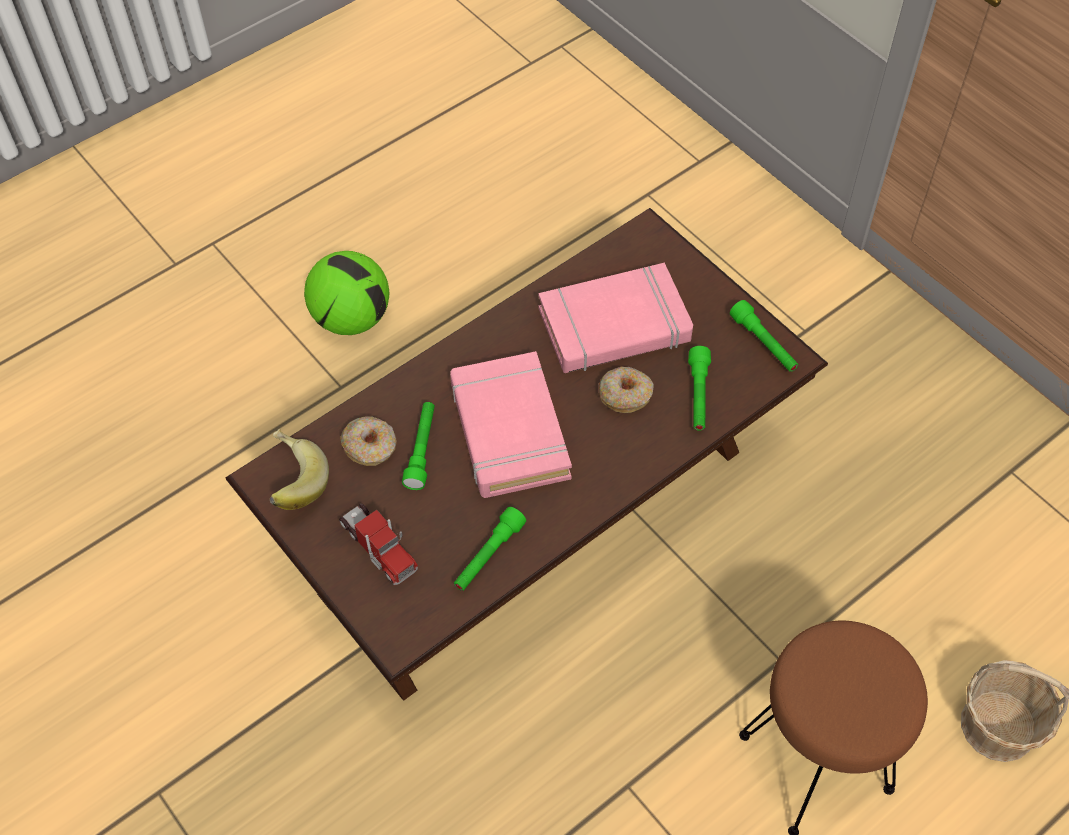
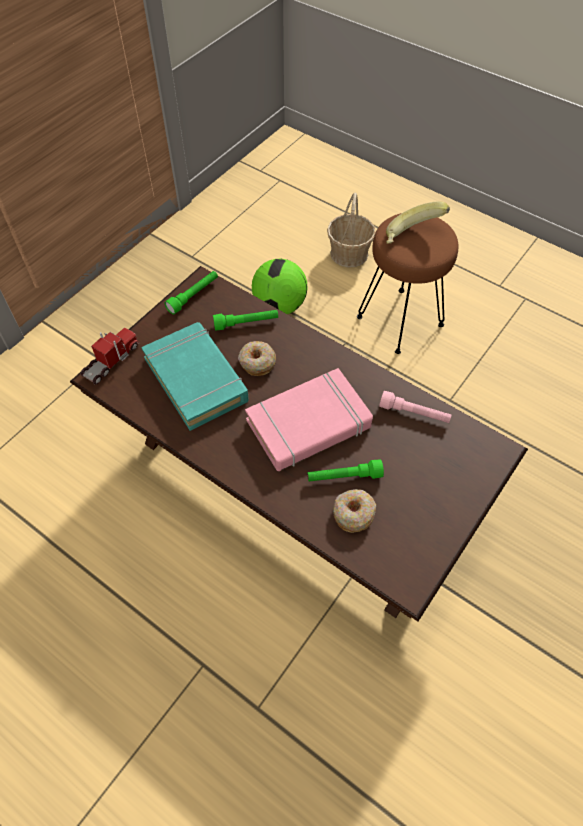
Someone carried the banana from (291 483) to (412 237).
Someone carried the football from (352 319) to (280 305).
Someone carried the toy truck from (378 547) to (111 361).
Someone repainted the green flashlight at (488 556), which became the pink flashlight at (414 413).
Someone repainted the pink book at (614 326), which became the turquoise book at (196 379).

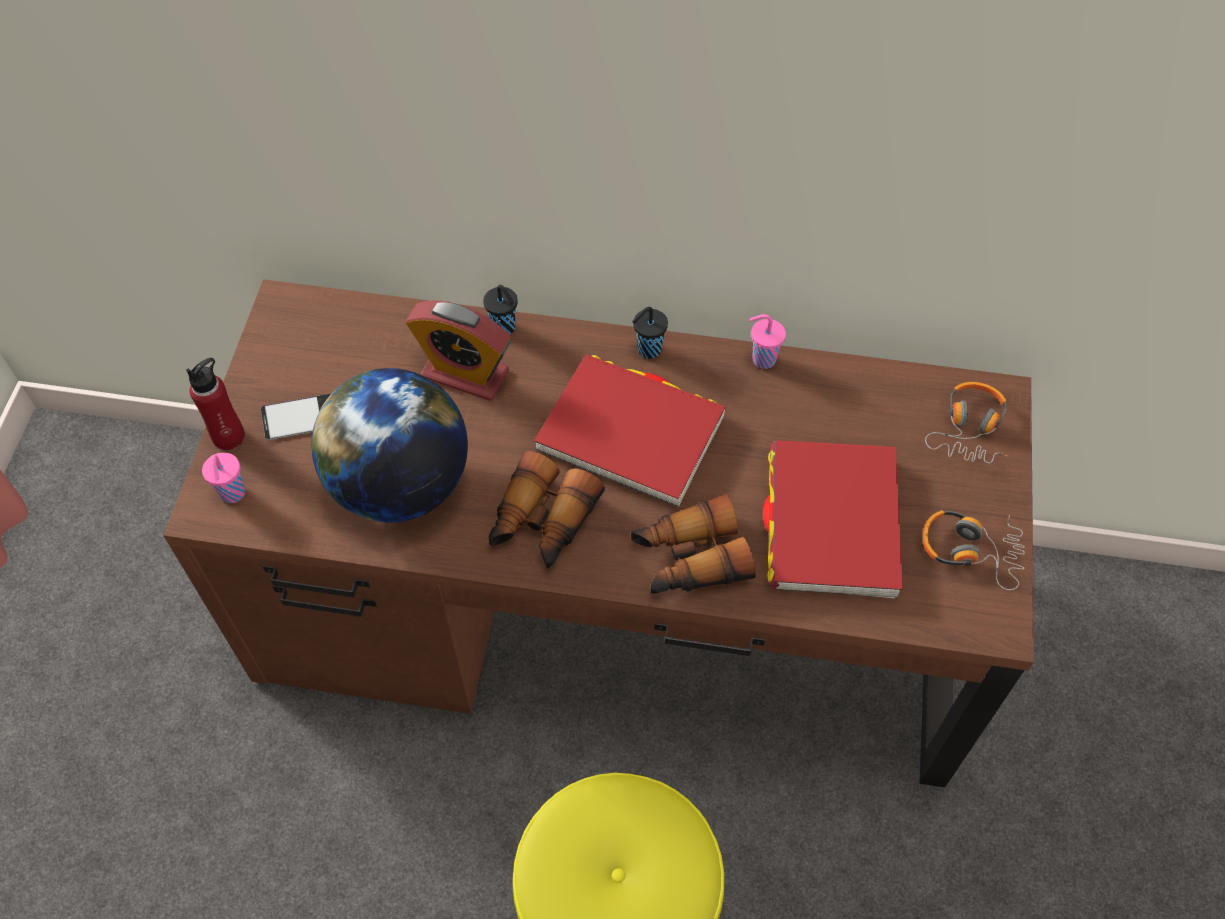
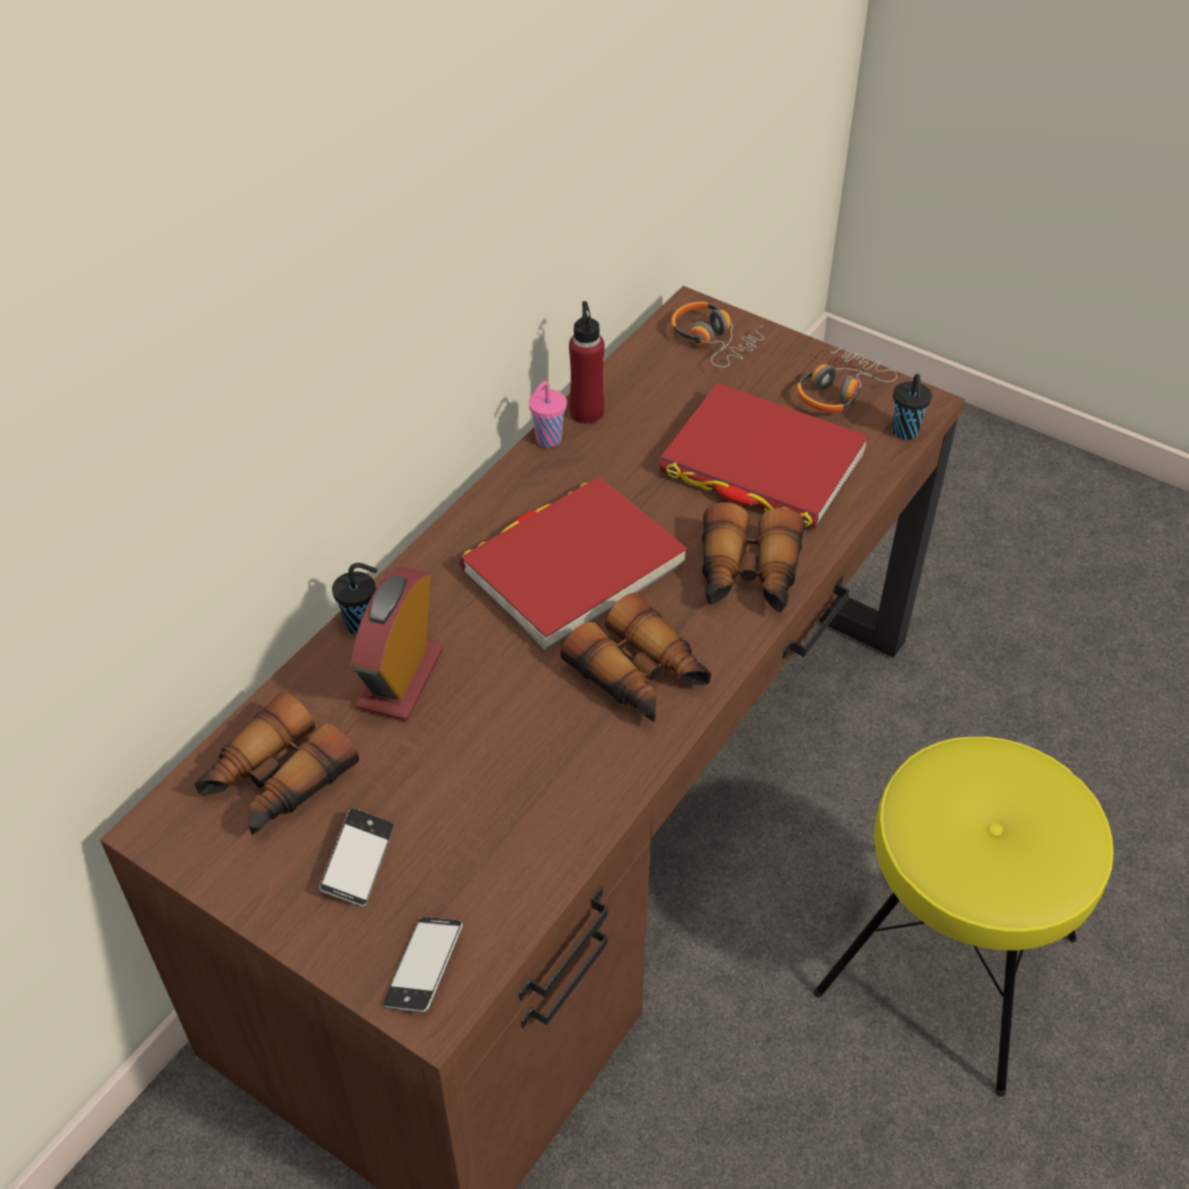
Someone carried the red bottle from (229 436) to (587 412).
Someone swapped the pink cup at (232 494) for the phone at (424 968).
Someone took away the globe at (400 485).
Someone rotated the alarm clock at (465 374) by 150 degrees clockwise.
Someone carried the black cup from (647 350) to (905 433).
Someone put down the binoculars at (276 782).

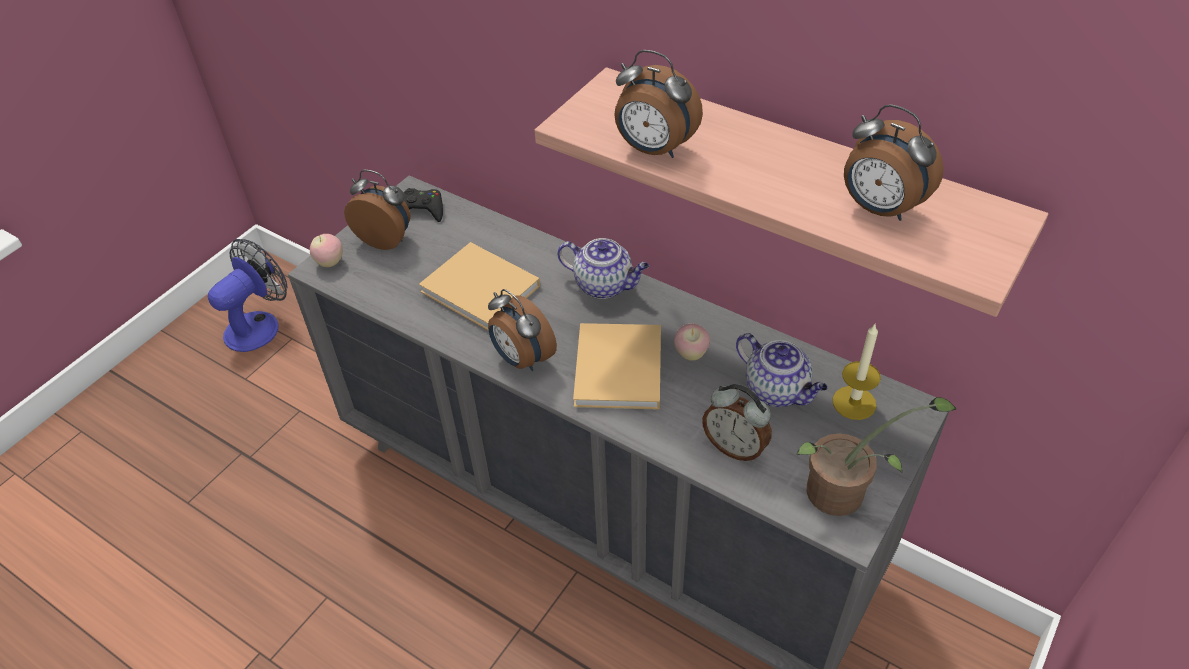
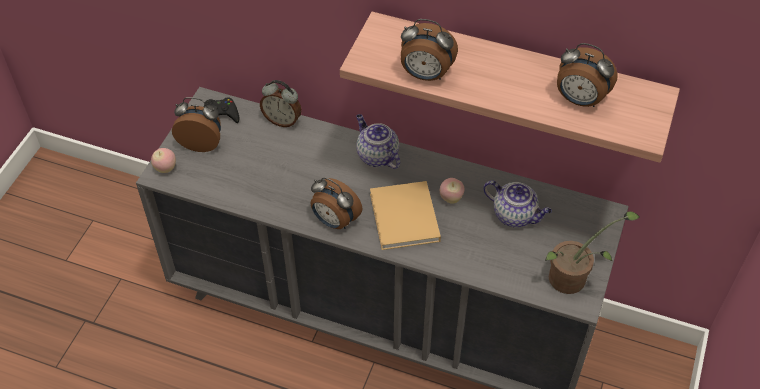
Someone took away the fan at (259 325).
Someone took away the beige book at (482 290).
Someone rotated the teapot at (604 285) by 135 degrees counterclockwise.
Someone carried the alarm clock from (735 447) to (282 120).
Someone took away the candle at (854 403).

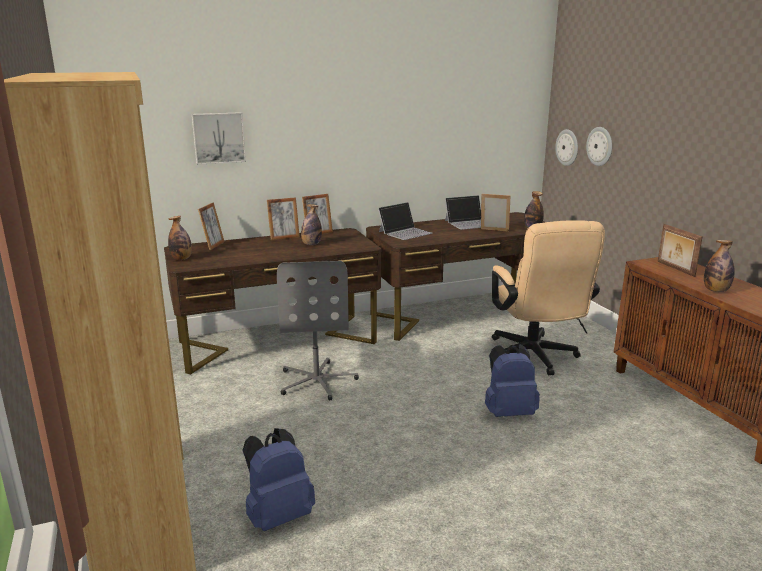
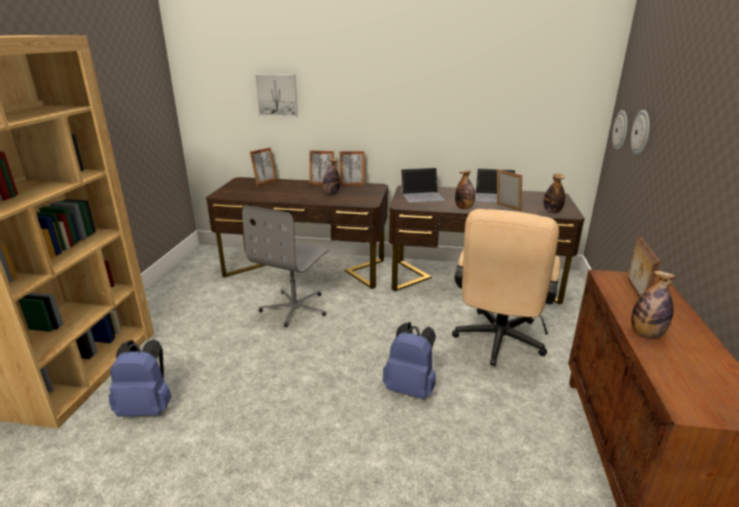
Someone carried the bottle from (181 259) to (464 208).

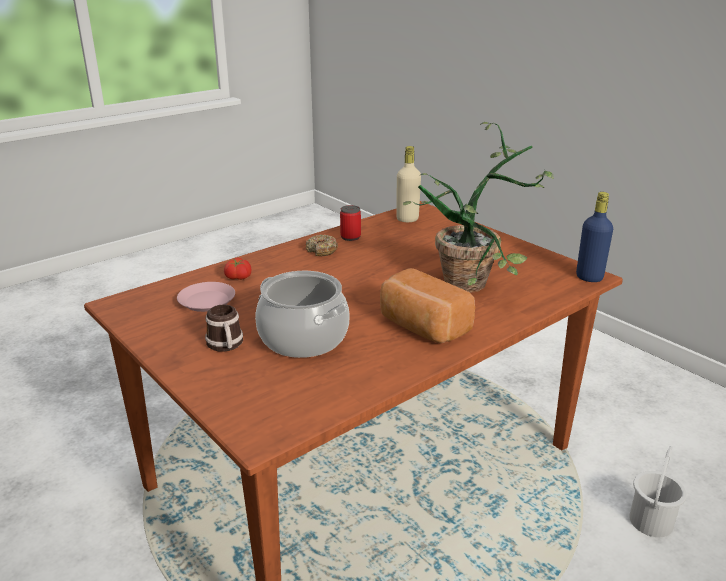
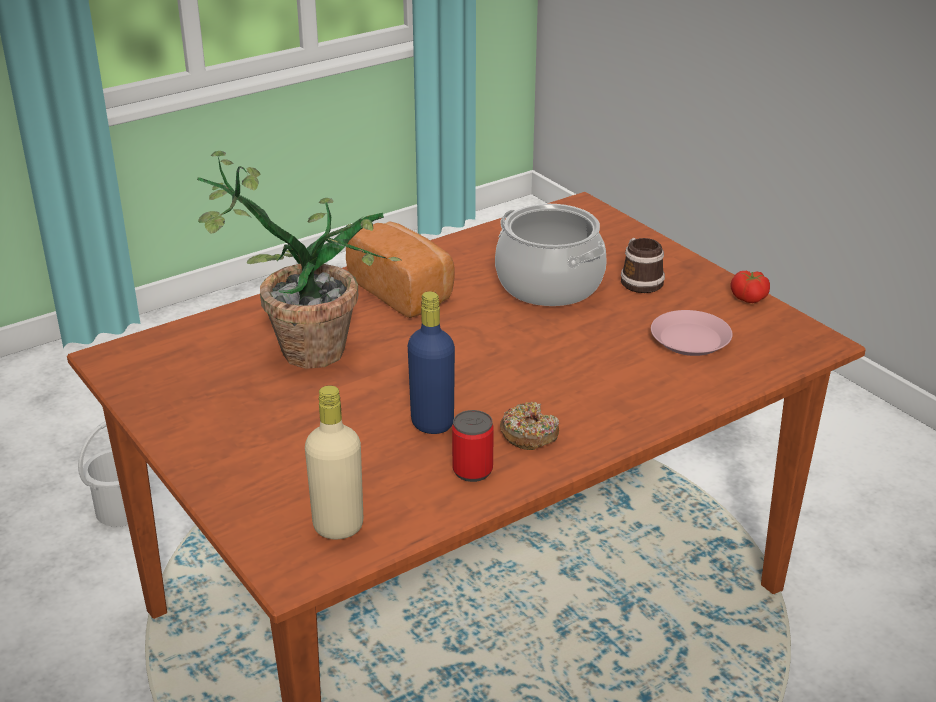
Someone carried the tomato from (238 277) to (750 298).
Someone carried the blue bottle from (589 277) to (432 423).

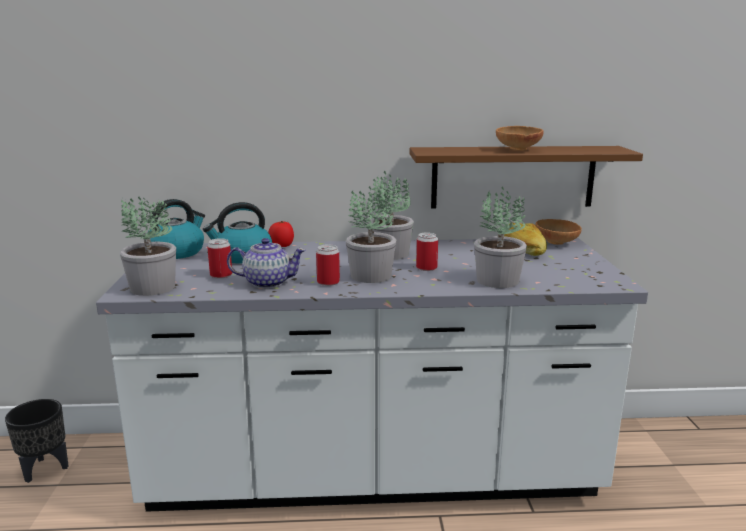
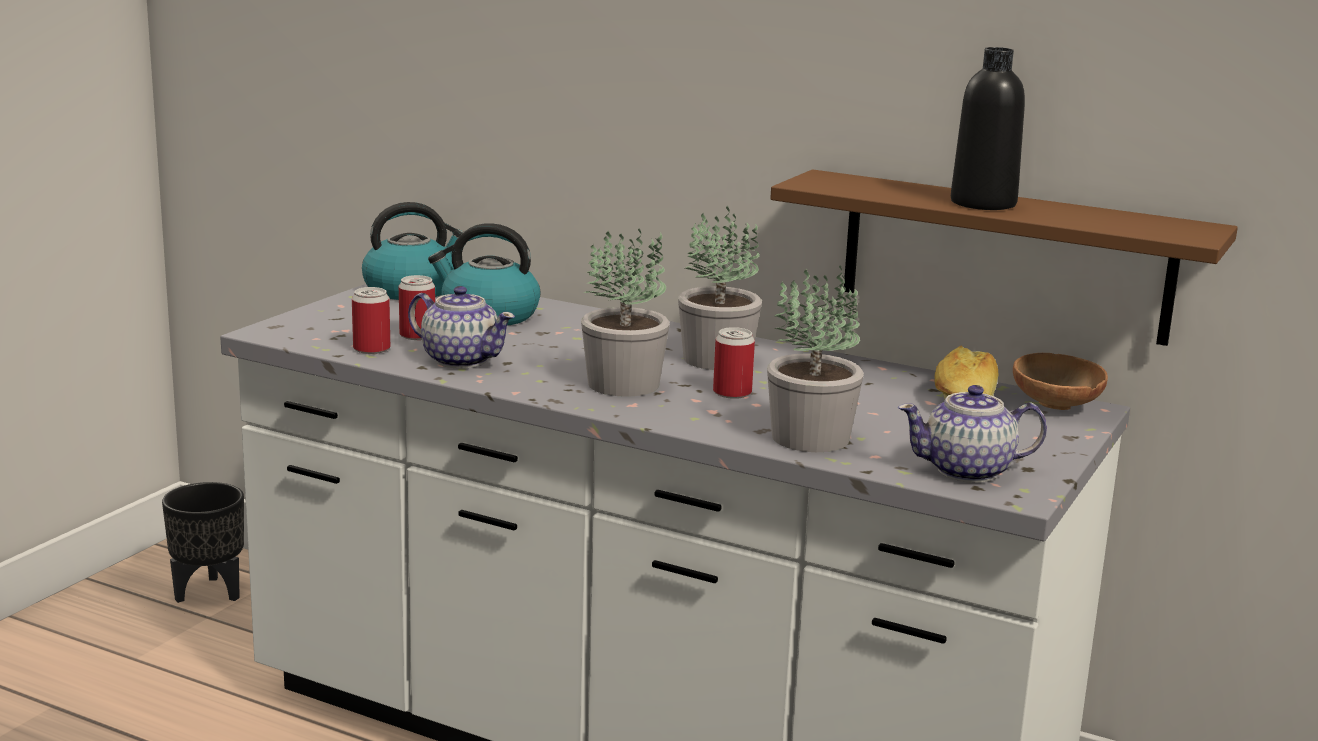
Someone took away the potted plant at (152 288).
Someone took away the tomato at (282 246).
Someone carried the can from (328 282) to (371 349).
Someone swapped the brown bowl at (517 150) for the black bottle at (983 203).
Someone put down the teapot at (968 471).

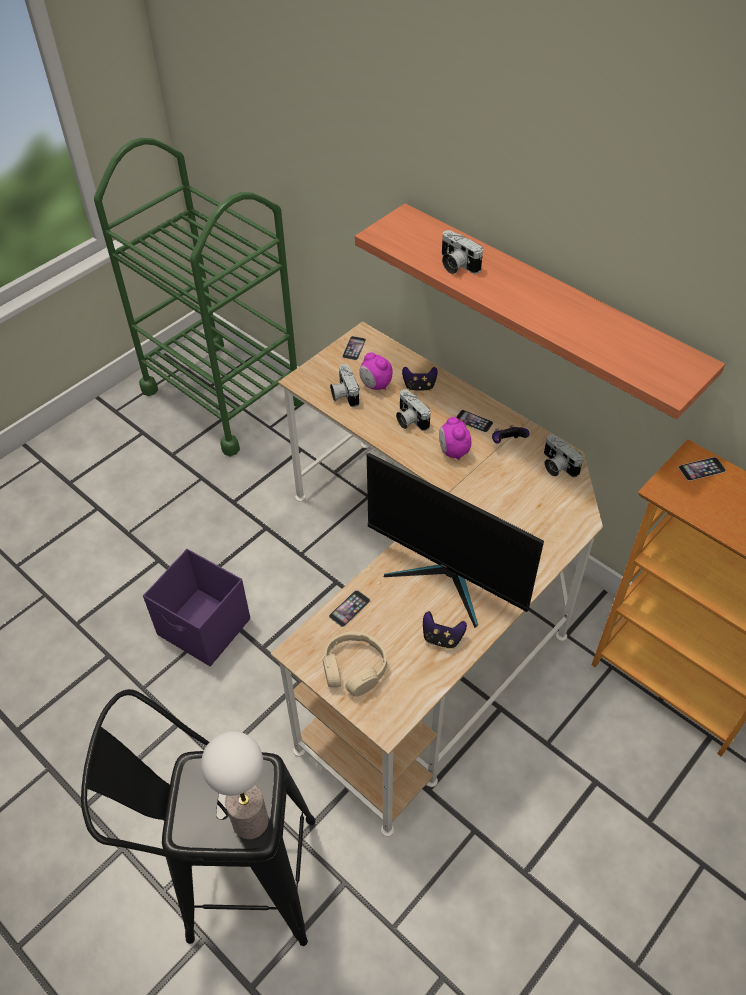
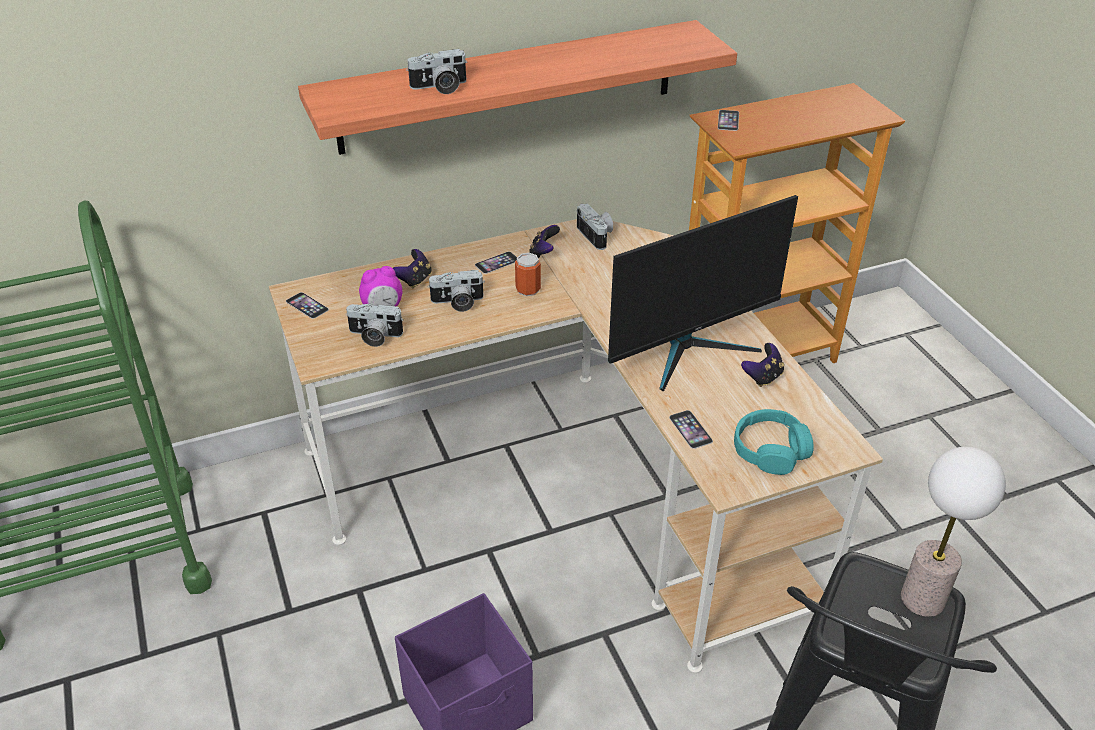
Someone repainted the beige headphones at (354 668), which became the turquoise headphones at (770 450).
Someone swapped the alarm clock at (453 451) for the can at (528 289).
Someone rotated the photo camera at (556 466) by 105 degrees counterclockwise.

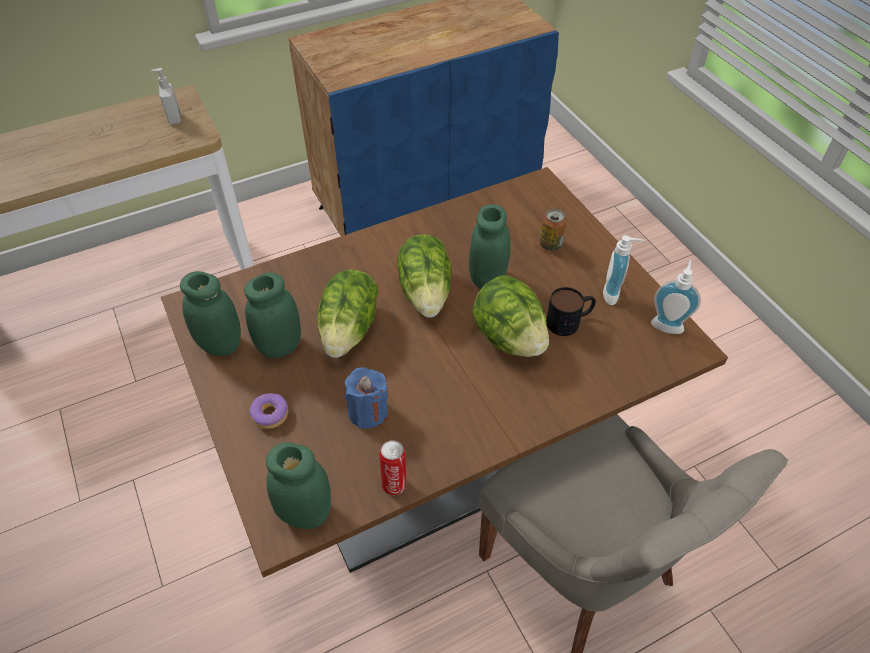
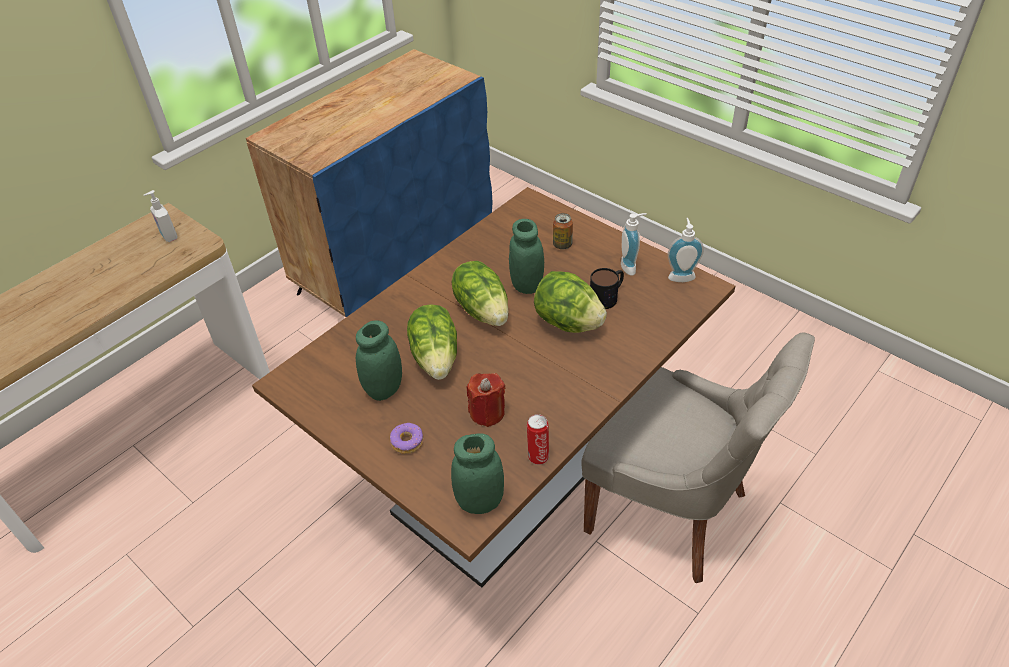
Someone took away the green jar at (220 344).
Someone repainted the blue candle at (368 412), which became the red candle at (487 412).

